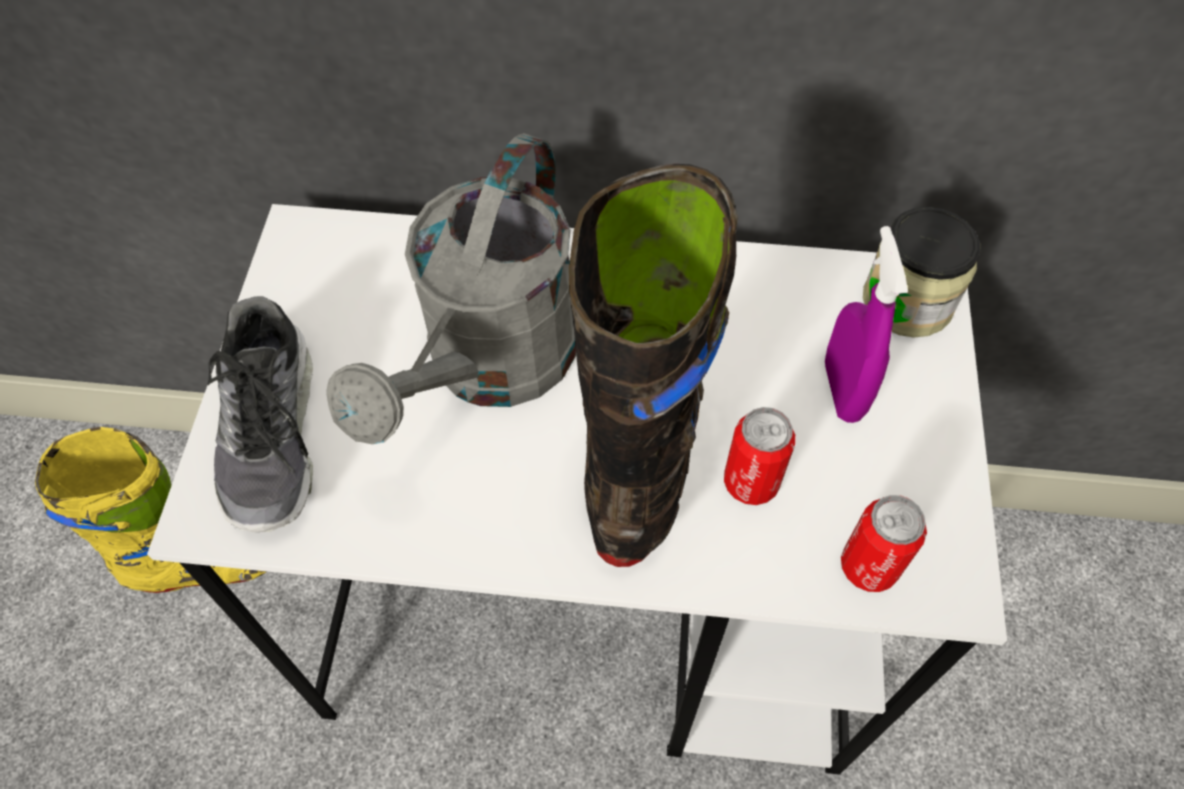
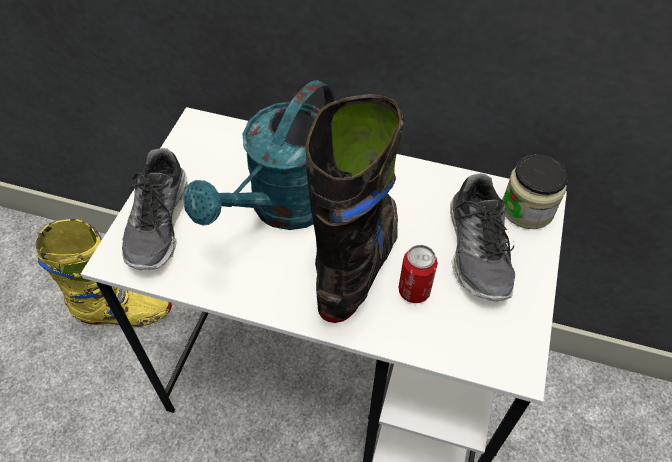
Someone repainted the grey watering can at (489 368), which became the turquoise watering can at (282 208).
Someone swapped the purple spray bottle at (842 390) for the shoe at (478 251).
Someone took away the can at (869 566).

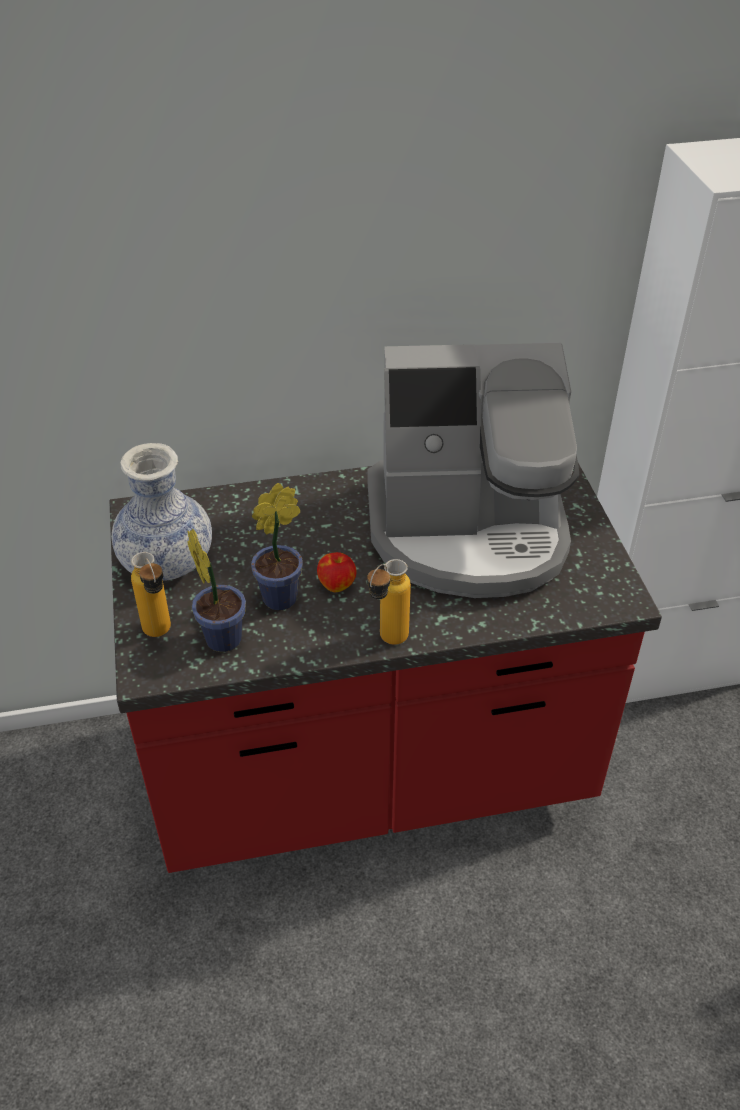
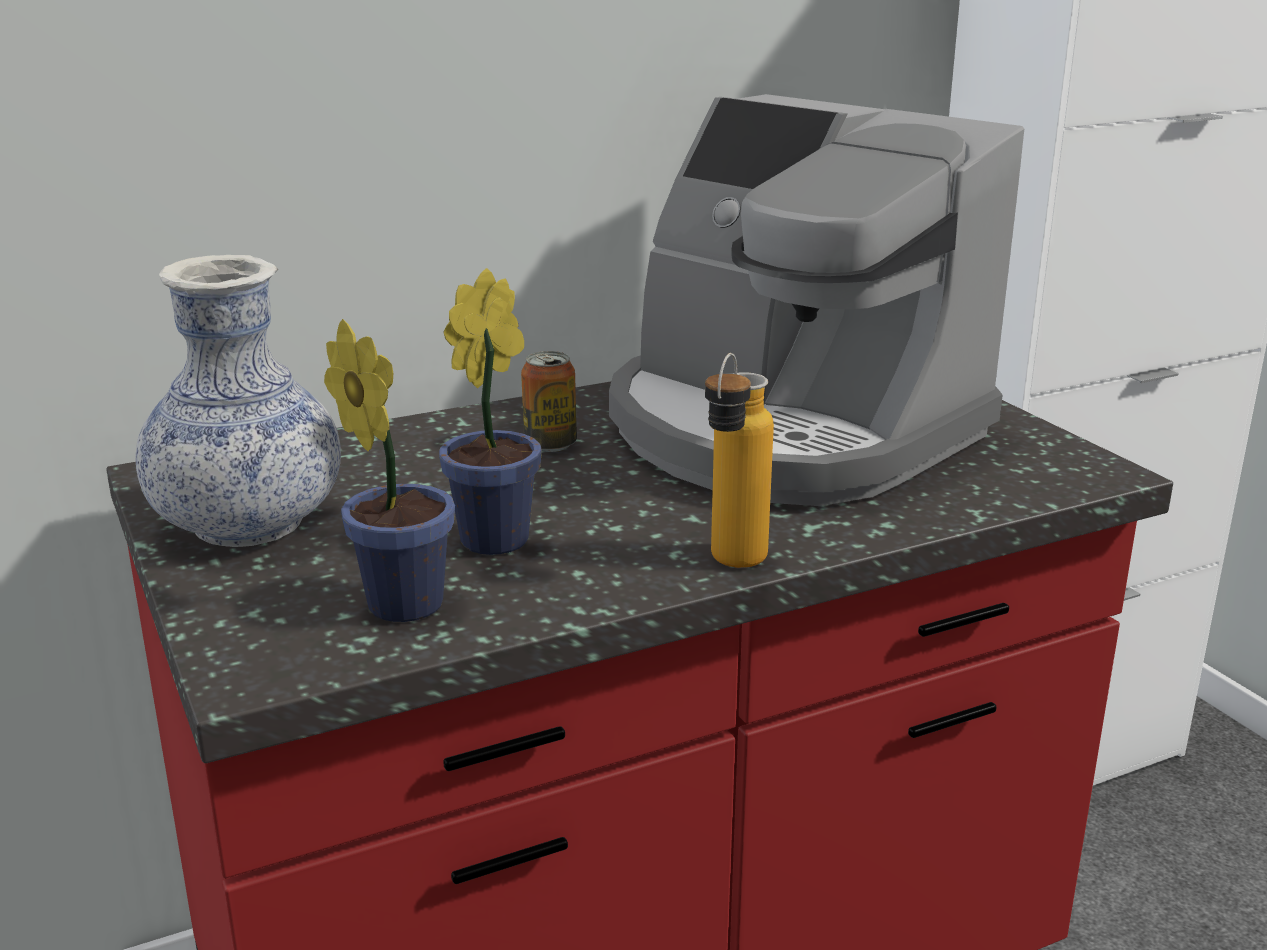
Someone took away the bottle at (160 636).
Someone took away the apple at (337 584).
Someone rotated the coffee machine at (468 531) by 60 degrees clockwise.
Someone put down the can at (550 444).

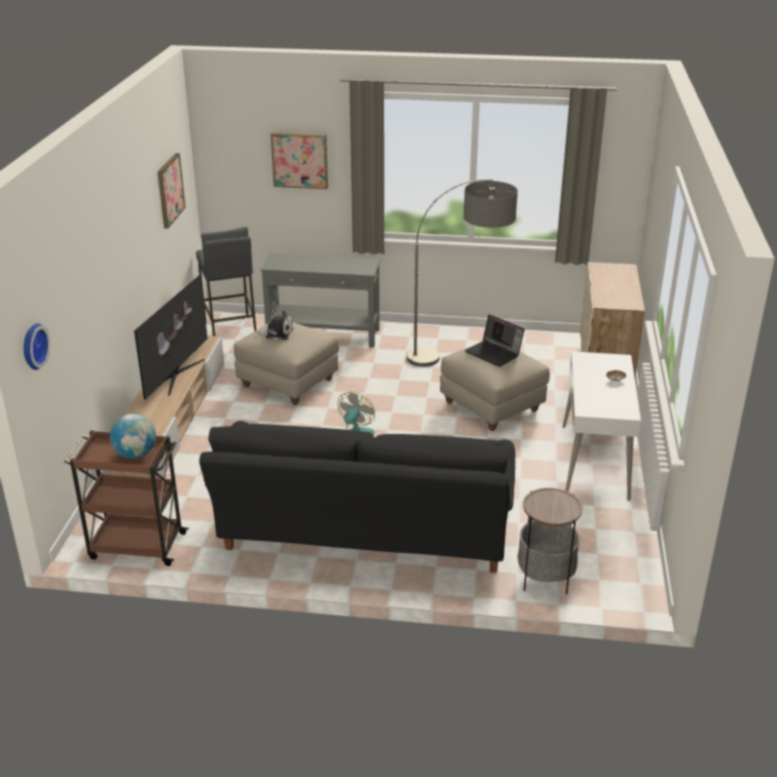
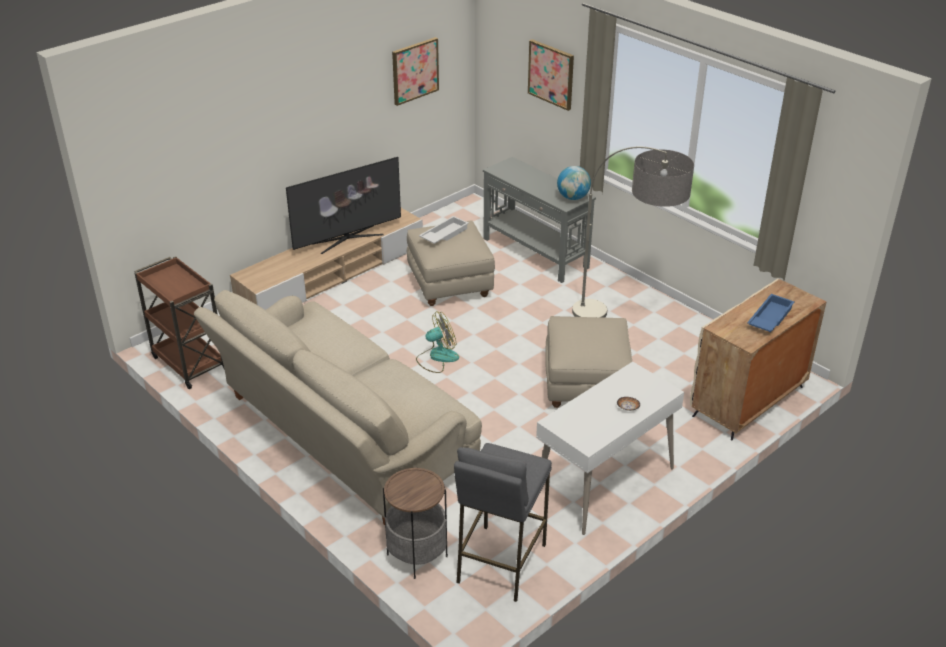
Someone took away the wall clock at (32 346).
Someone carried the globe from (136 454) to (573 197).
Someone carried the grey stool from (230 331) to (500 563).
Someone repainted the black sofa at (365 531), which became the beige sofa at (341 437).
Someone swapped the plush toy at (277 333) for the white tray at (443 234).
Someone took away the laptop at (494 353).
Someone put down the blue tray at (769 318).

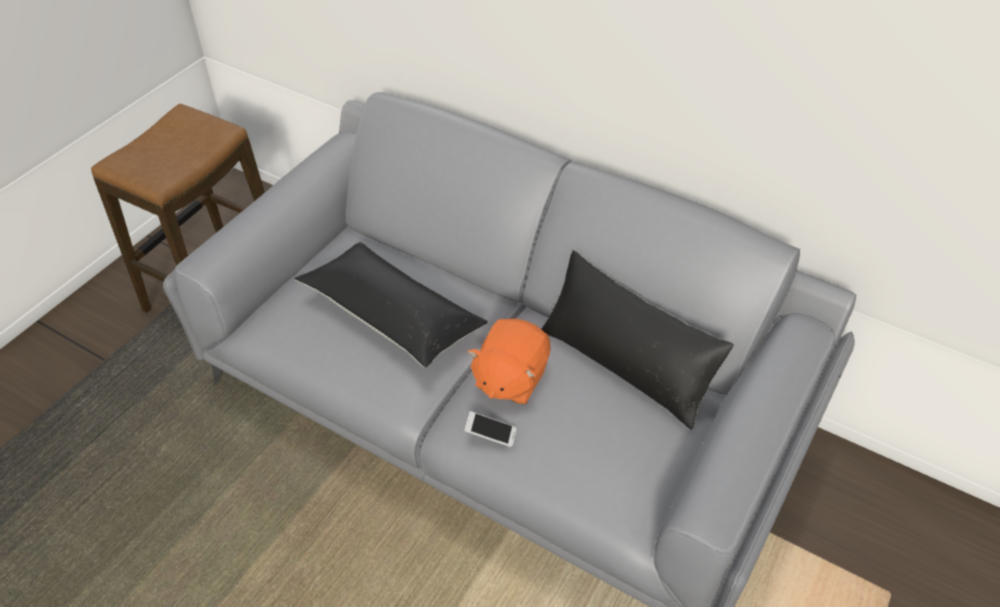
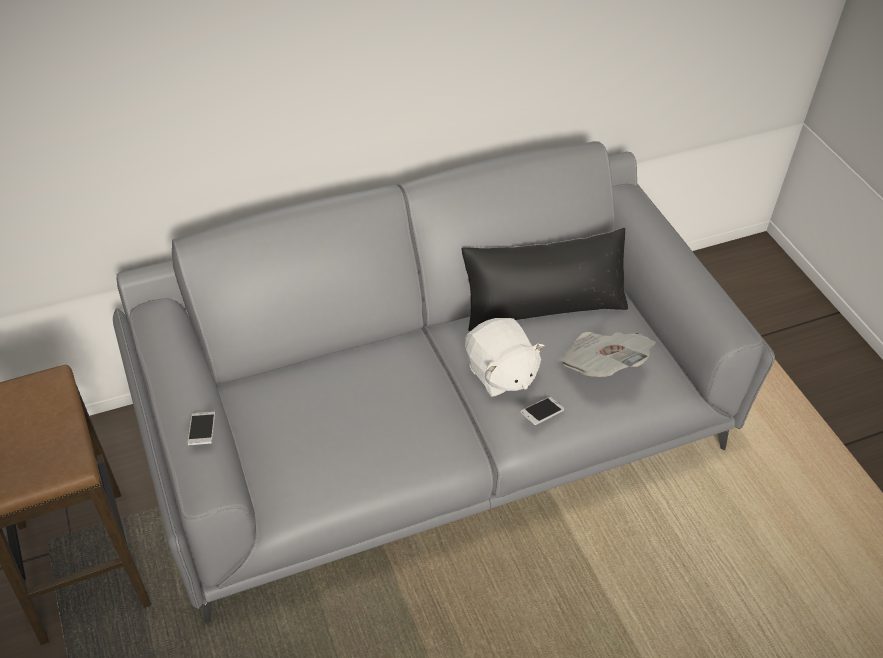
Someone took away the black pillow at (392 315).
Someone repainted the orange plush toy at (510 378), which became the white plush toy at (500 374).
Someone put down the phone at (202 433).
Someone put down the newspaper at (601 367).

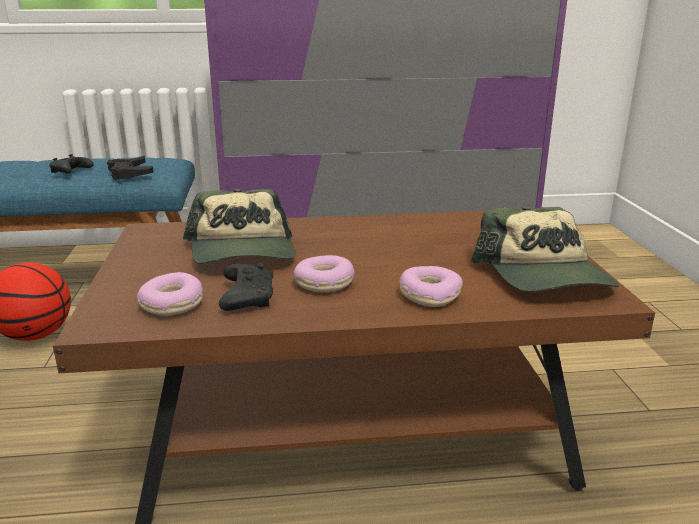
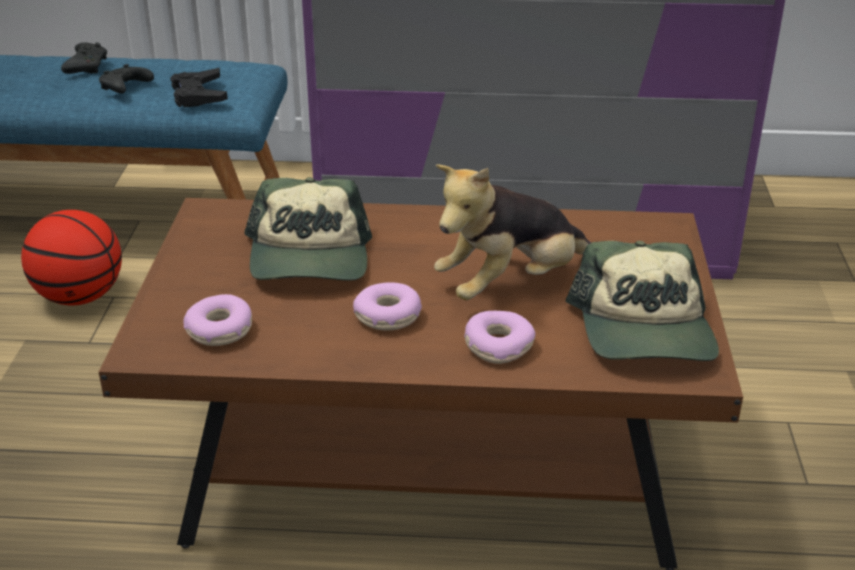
Someone carried the black game controller from (247 297) to (87 67).
Someone put down the plush toy at (510 284).

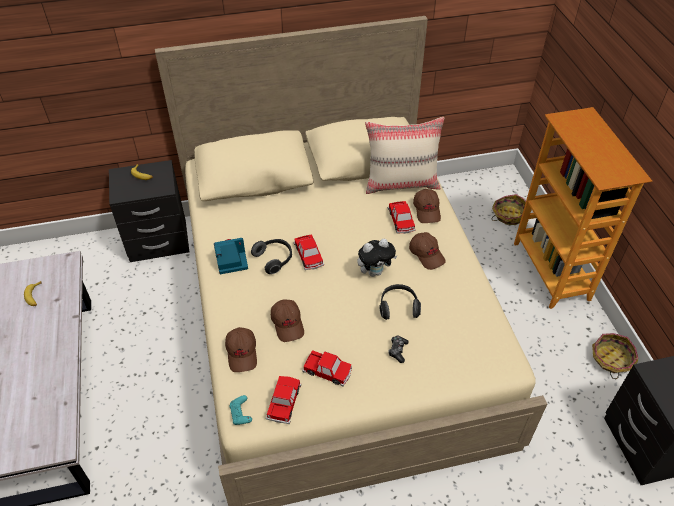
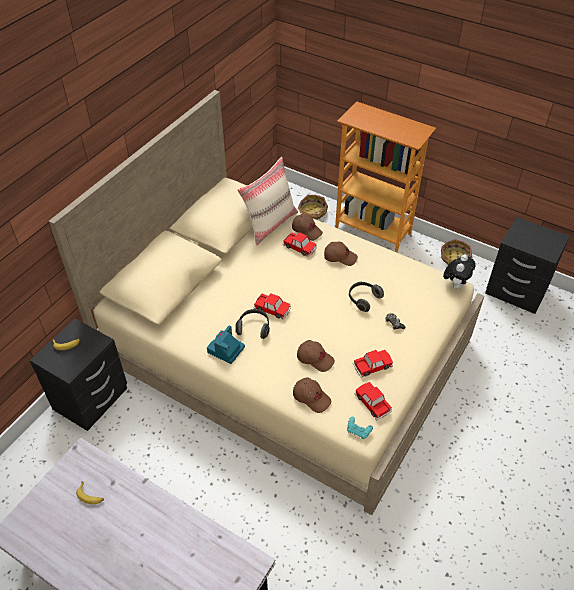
Someone carried the plush toy from (375 272) to (455 285).

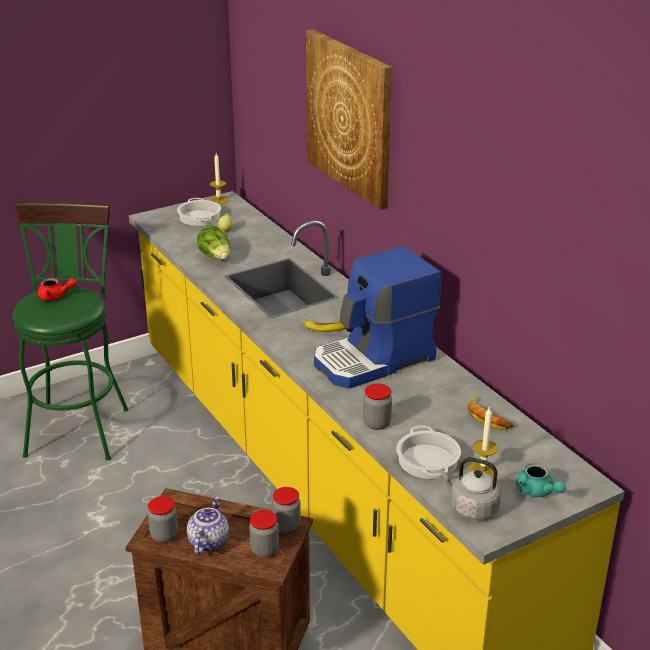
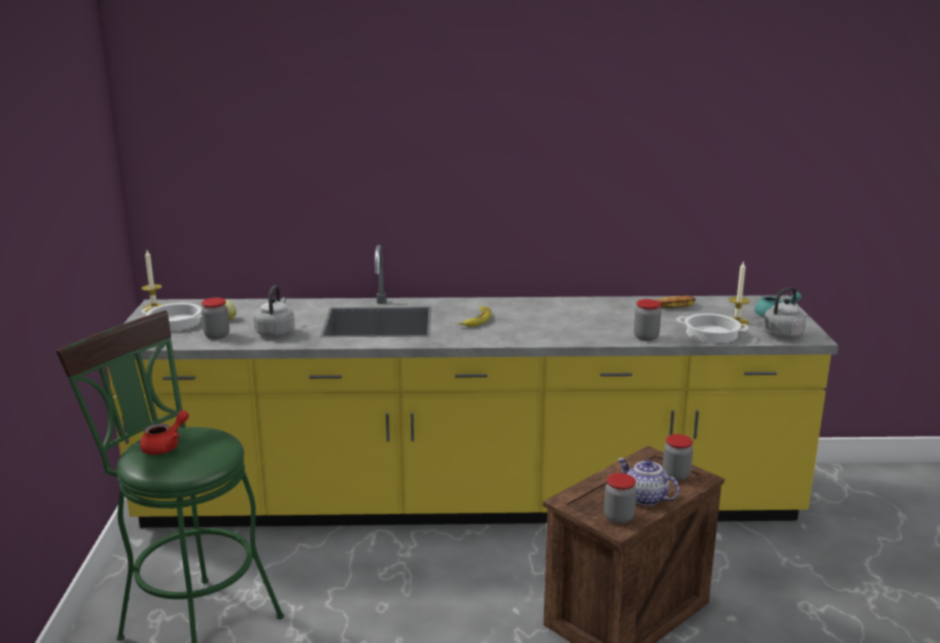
Someone swapped the lettuce at (216 257) for the grey kettle at (276 332).
Someone carried the jar from (286 525) to (217 335).
Someone took away the picture at (350 117).
Someone took away the coffee machine at (374 360).

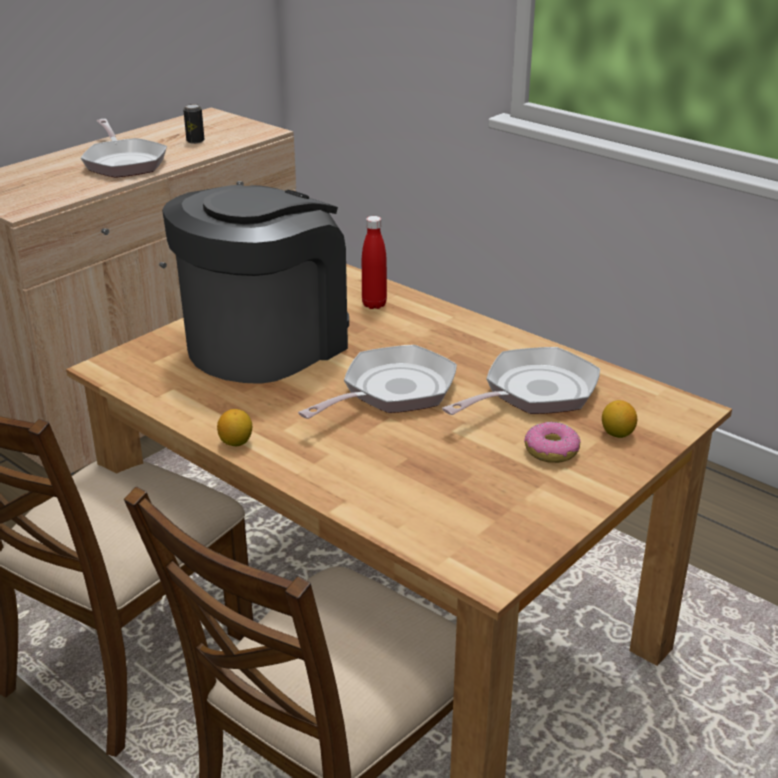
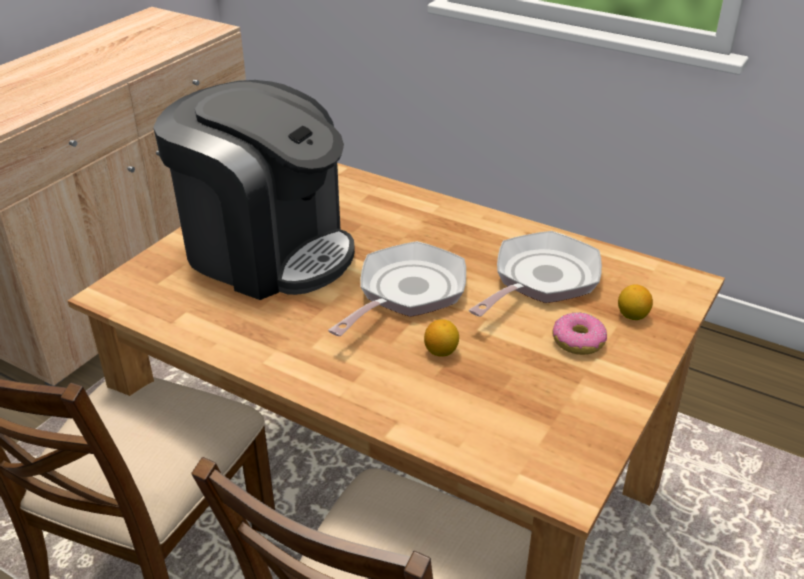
Someone took away the frying pan at (124 162).
Someone rotated the coffee machine at (266 343) by 90 degrees clockwise.
Someone took away the can at (195 141).
Someone carried the lemon from (236 442) to (441 351).
Someone took away the red bottle at (374 304).

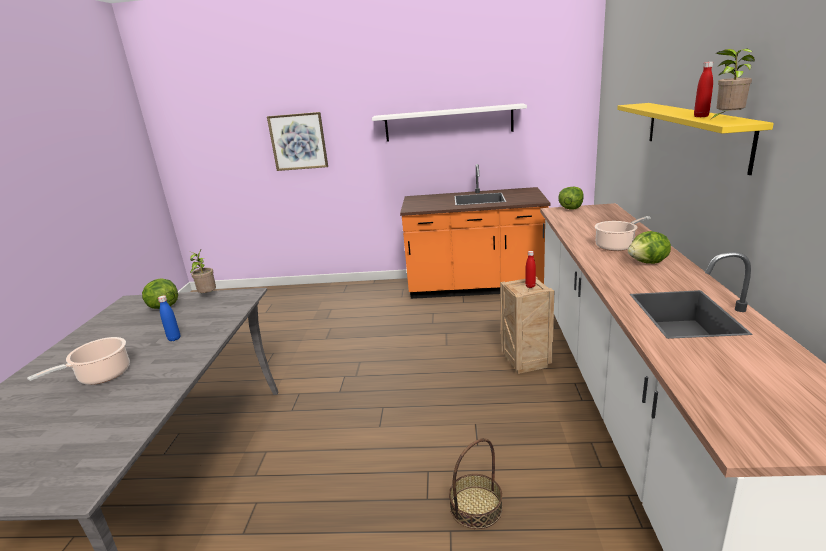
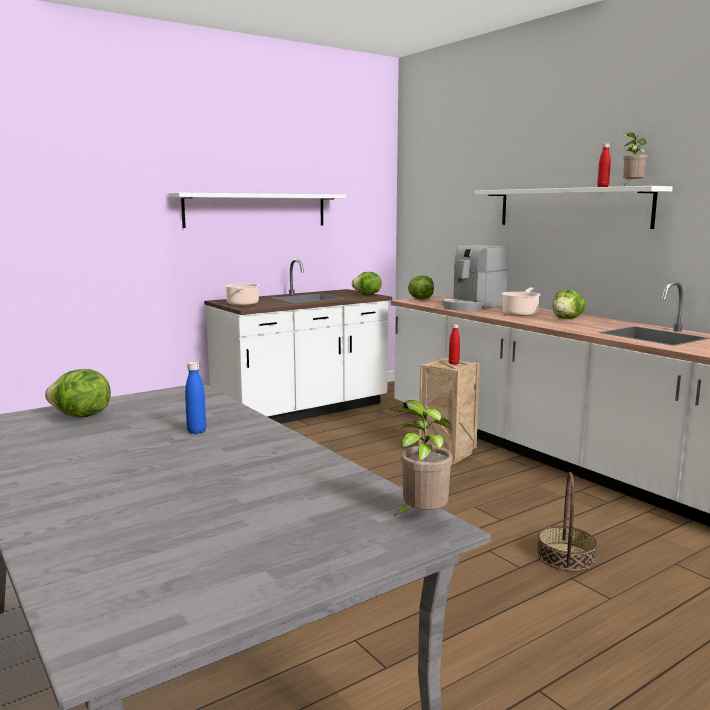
Someone carried the cooking pot from (101 376) to (242 304).
Someone carried the potted plant from (208 296) to (421 518).
Someone took away the picture at (298 141).
Someone repainted the orange counter at (475 287), which became the white counter at (302 411).
Someone repainted the yellow shelf at (694 132), which became the white shelf at (571 207).
Someone put down the lettuce at (367 294).
Someone put down the coffee machine at (472 306).

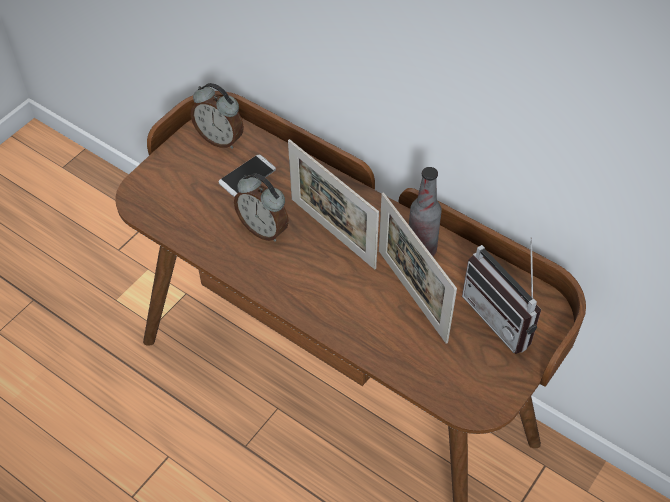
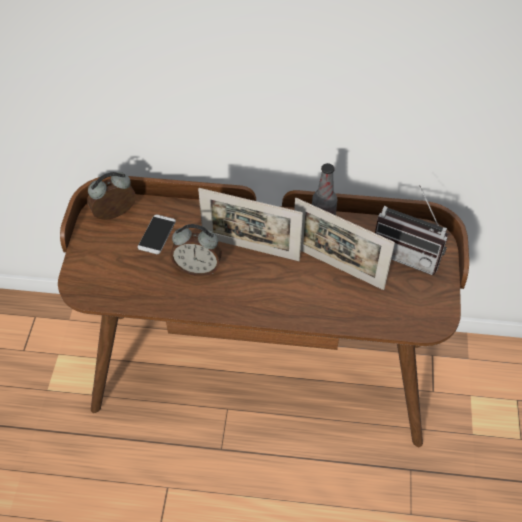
Someone rotated the alarm clock at (220 139) by 150 degrees clockwise.

